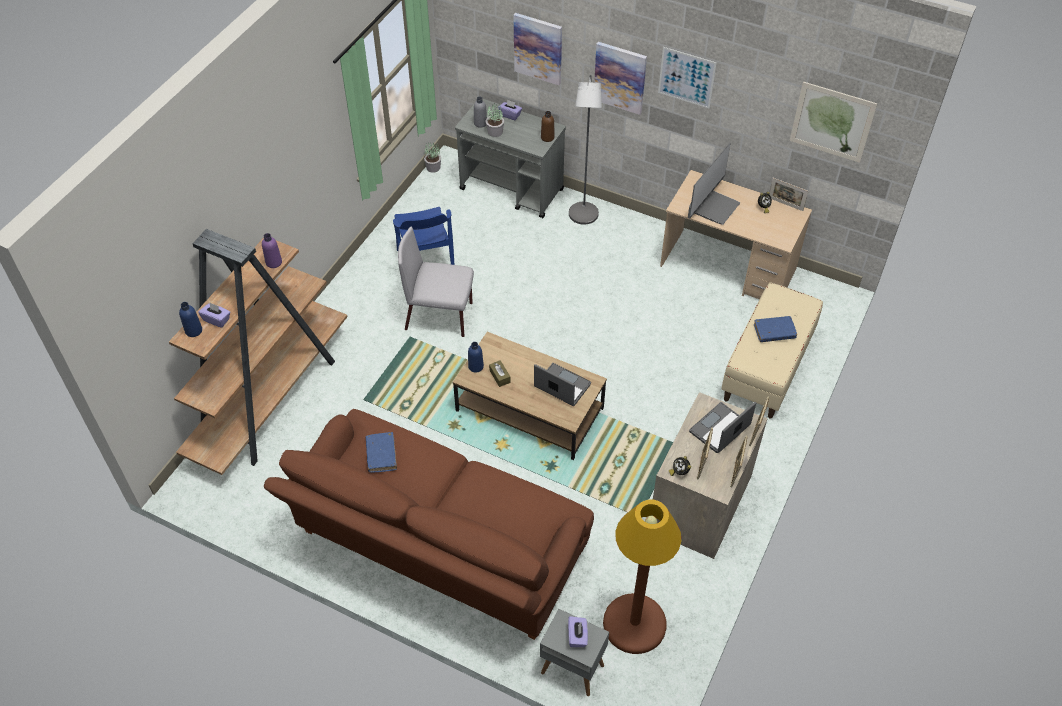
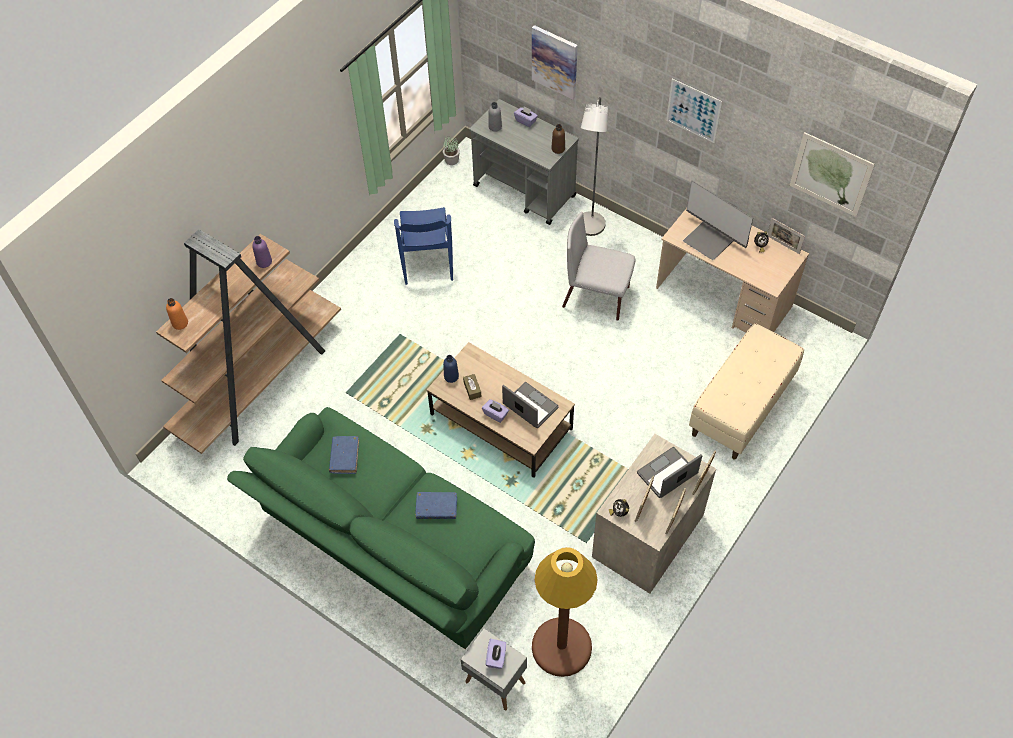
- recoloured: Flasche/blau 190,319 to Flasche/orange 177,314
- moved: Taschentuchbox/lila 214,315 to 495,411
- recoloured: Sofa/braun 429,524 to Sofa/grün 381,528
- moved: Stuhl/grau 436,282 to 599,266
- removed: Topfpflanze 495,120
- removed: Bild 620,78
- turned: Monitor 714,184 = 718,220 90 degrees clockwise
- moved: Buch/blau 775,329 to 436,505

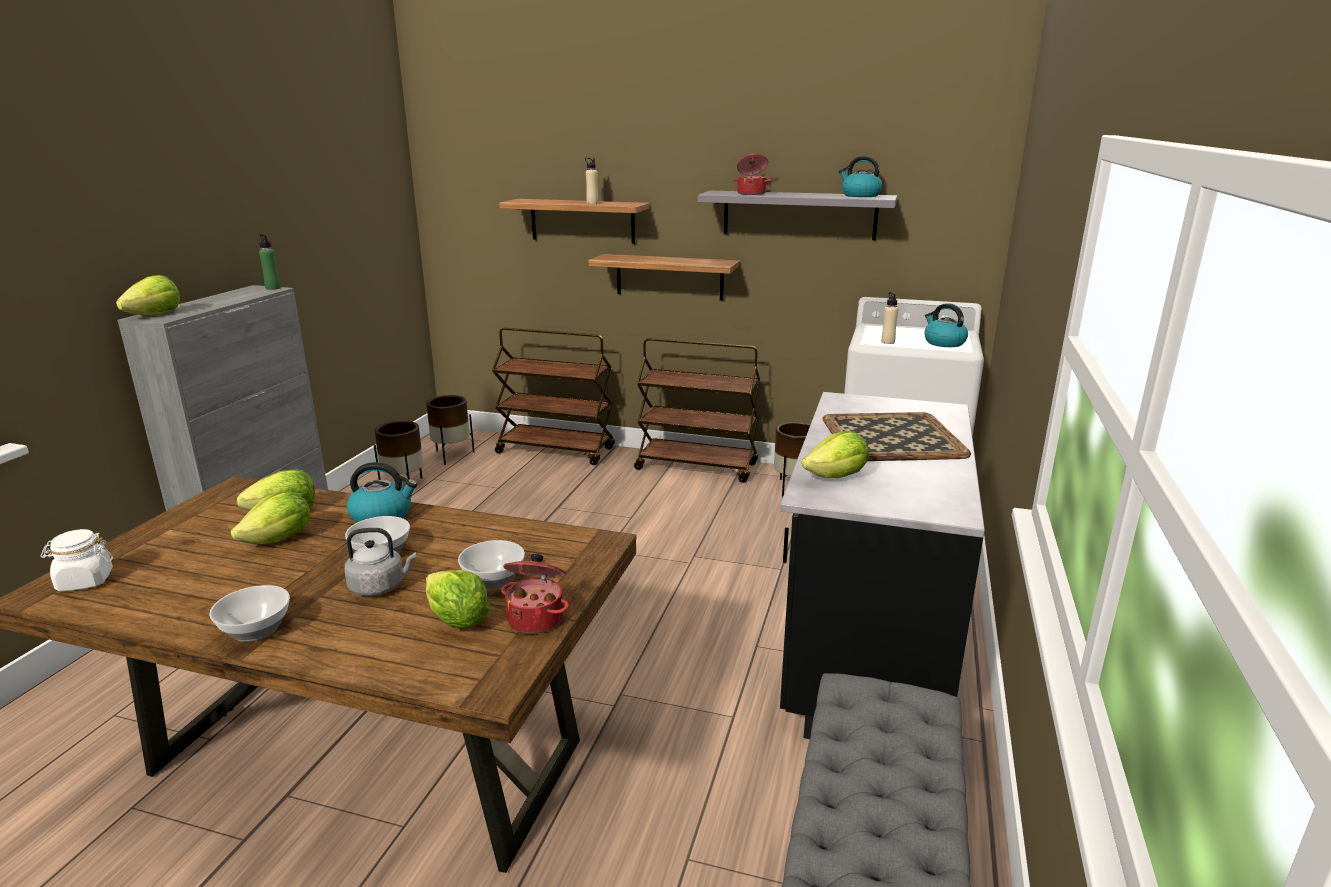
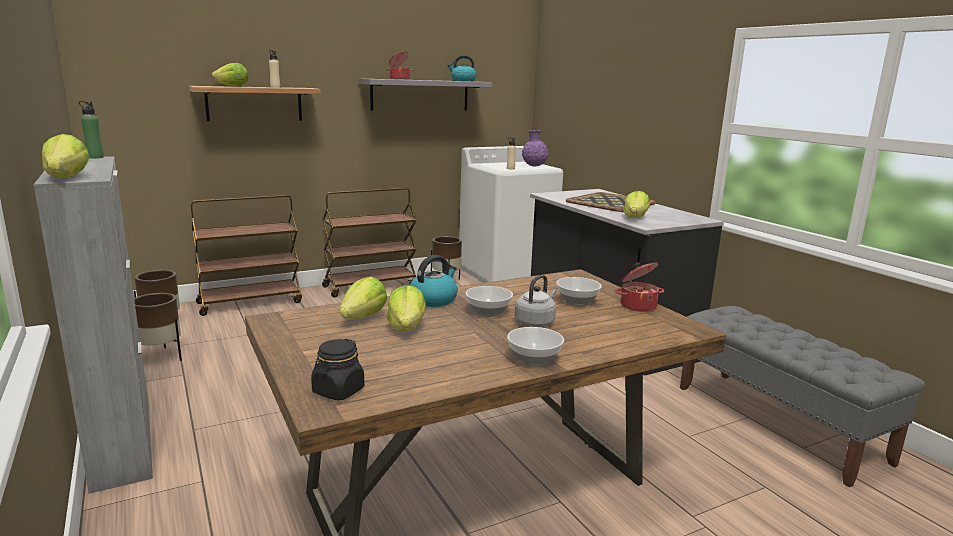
- recoloured: Vorratsglas/weiß 77,560 to Vorratsglas/schwarz 337,369
- moved: Salatkopf 458,599 to 230,74
- removed: Wandregal 663,277
- replaced: Wasserkessel 946,325 to Vase/lila 535,148

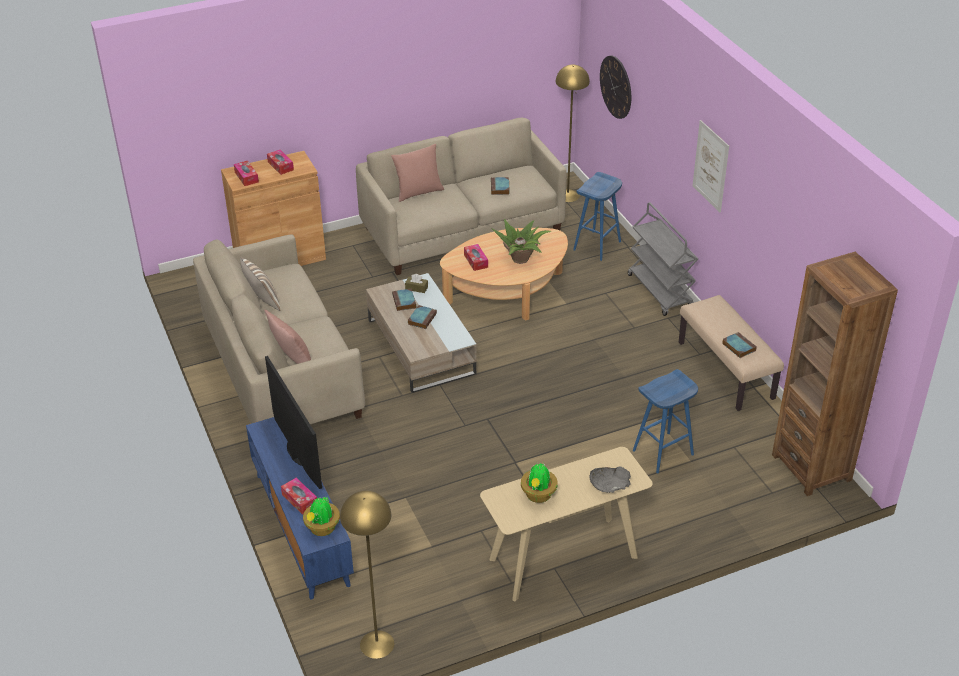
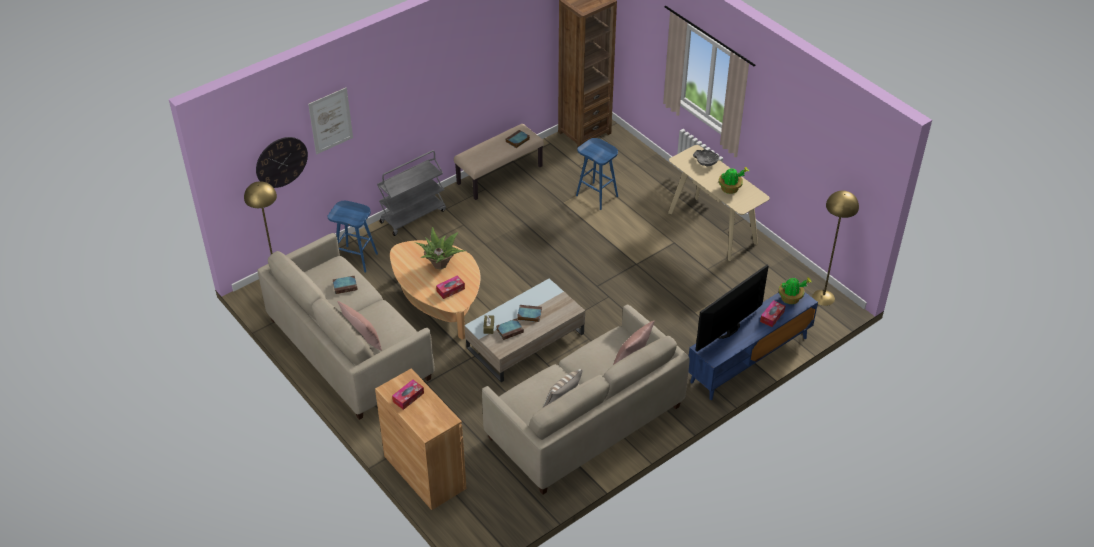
- removed: Taschentuchbox 246,173
- moved: Bild 711,166 to 330,121

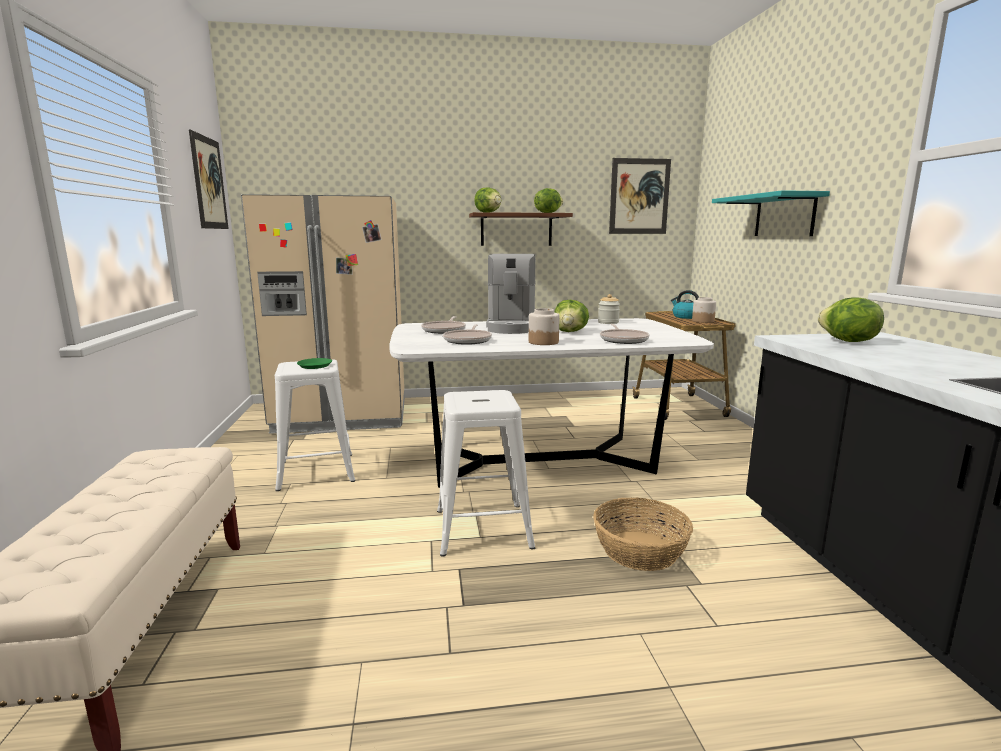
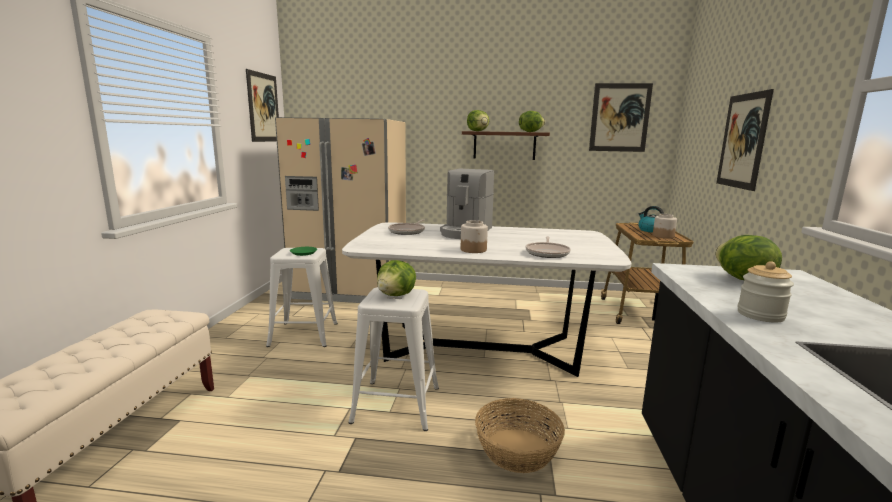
- removed: Pfanne 467,334
- moved: Salatkopf 572,316 to 396,278
- moved: Vorratsglas 609,309 to 765,292
- replaced: Wandregal/türkis 771,213 to Bild 745,140

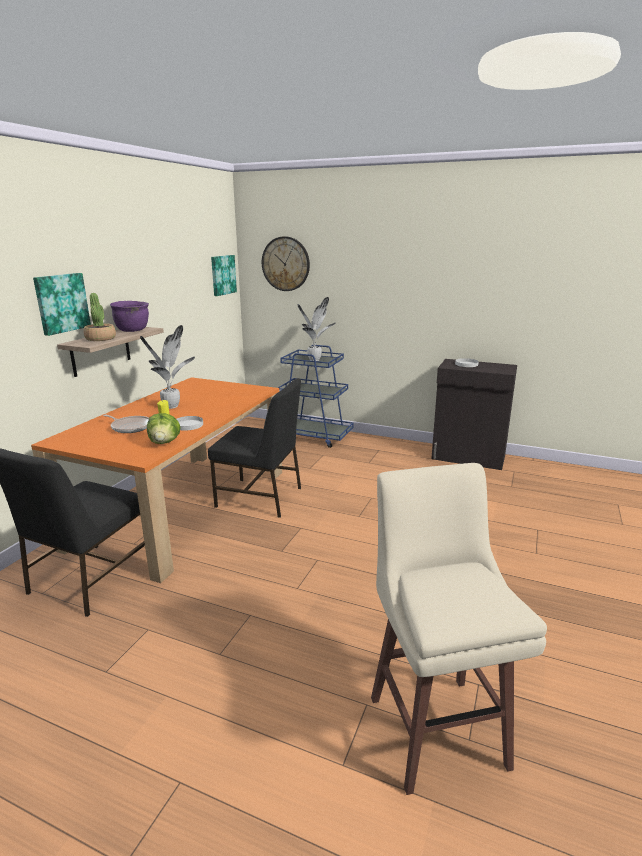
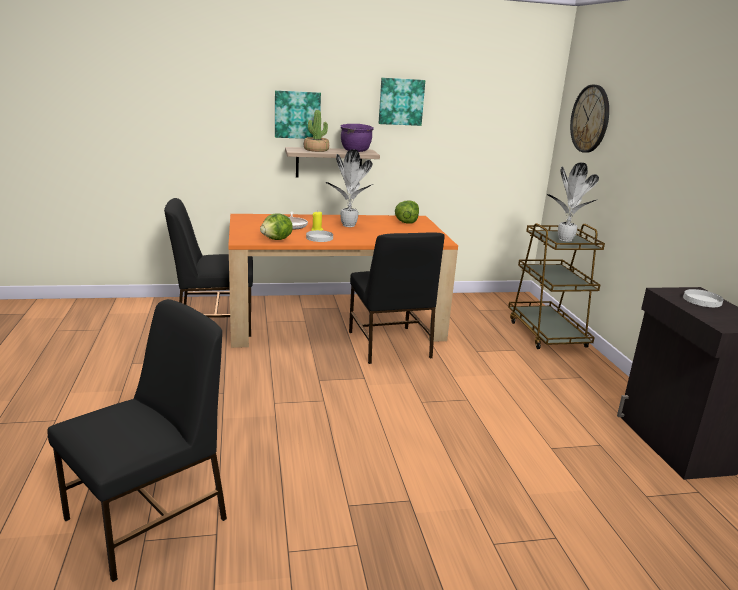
- moved: Bild 224,275 to 402,102
- recoloured: Rollwagen/blau 316,396 to Rollwagen/braun 556,286
- replaced: Hocker/beige 459,629 to Stuhl/schwarz 137,440
- added: Salatkopf 407,212

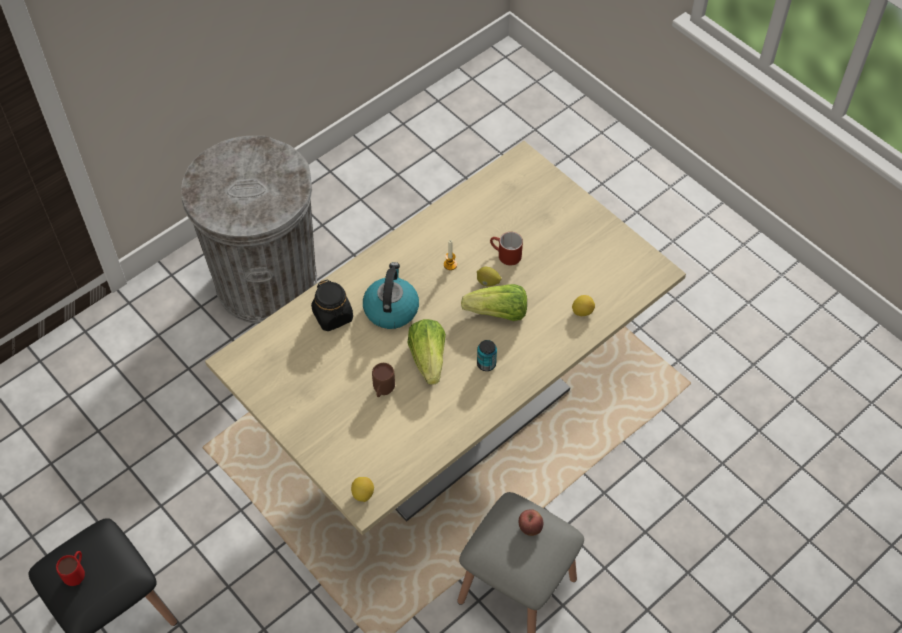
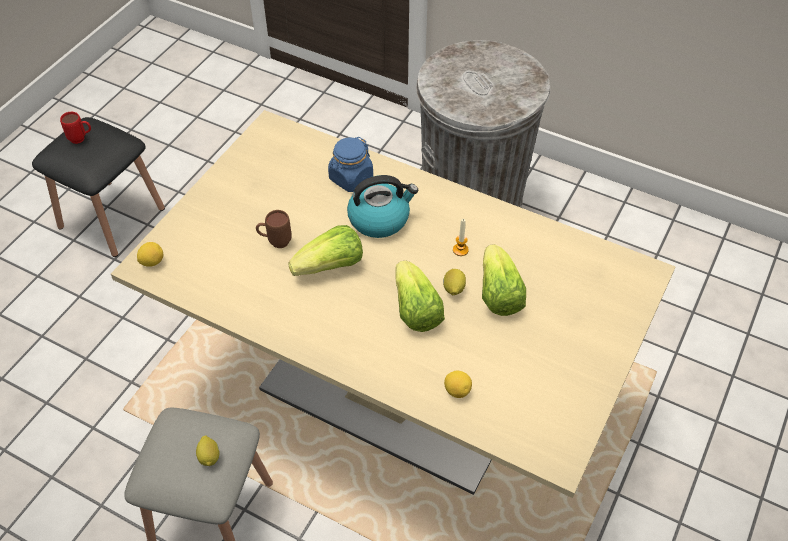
- recoloured: Vorratsglas/schwarz 332,305 to Vorratsglas/blau 350,164
- removed: Dose 487,355
- replaced: Henkelbecher/rot 506,249 to Salatkopf 504,280
- replaced: Apfel 531,522 to Zitrone 208,451

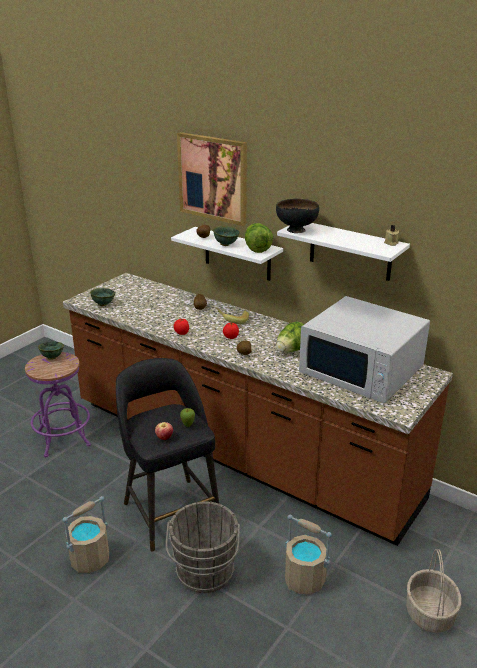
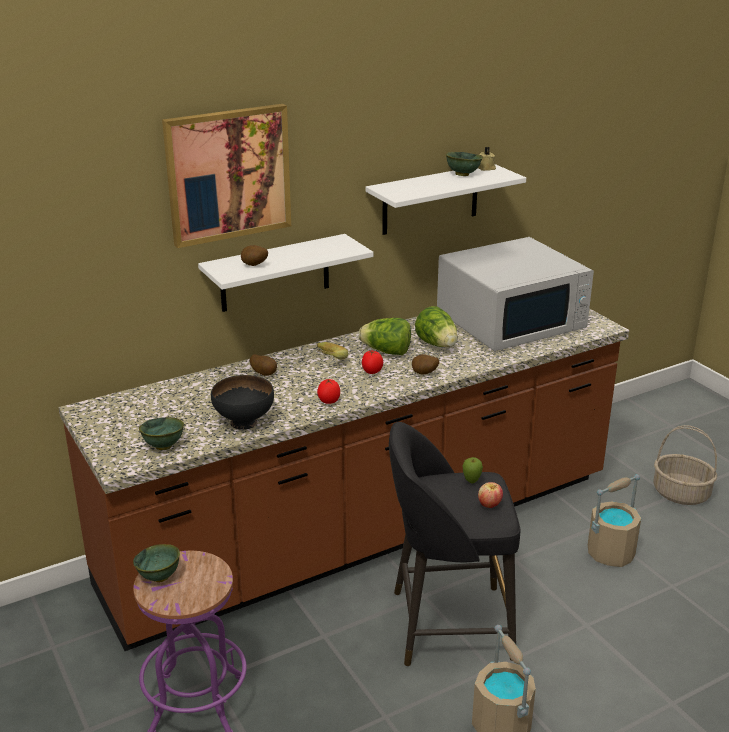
- removed: Eimer/grau 203,547
- moved: Schüssel/grün 226,236 to 464,164
- moved: Salatkopf 259,238 to 385,336
- moved: Schüssel/schwarz 297,216 to 242,402

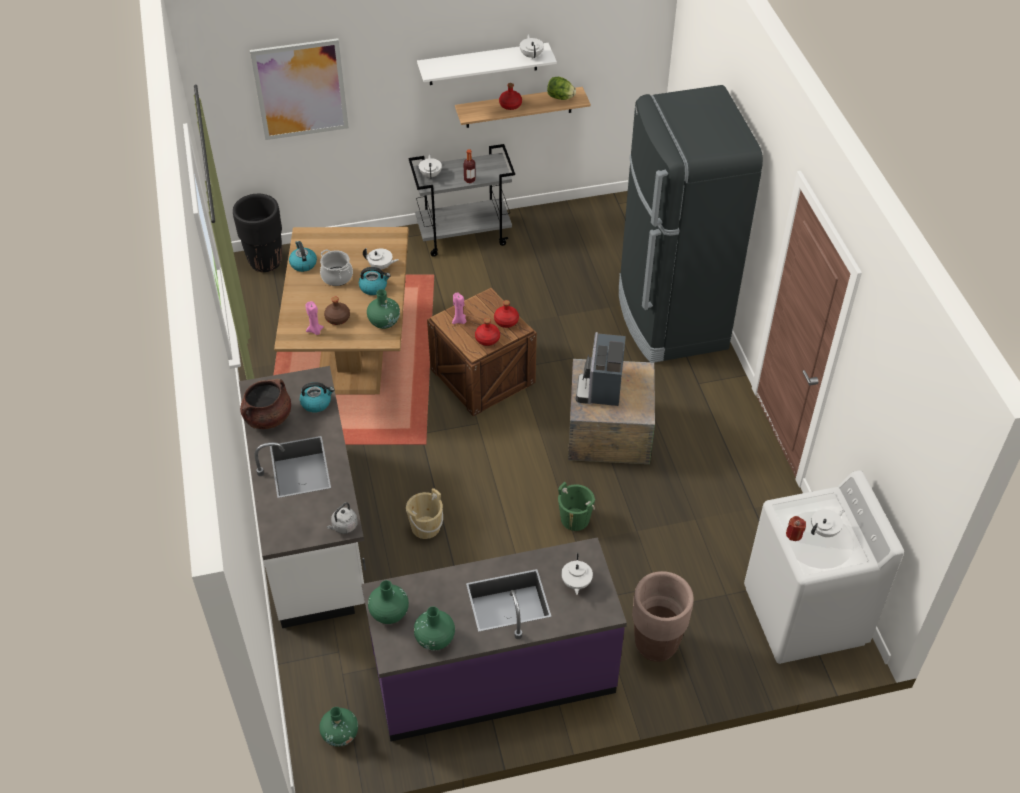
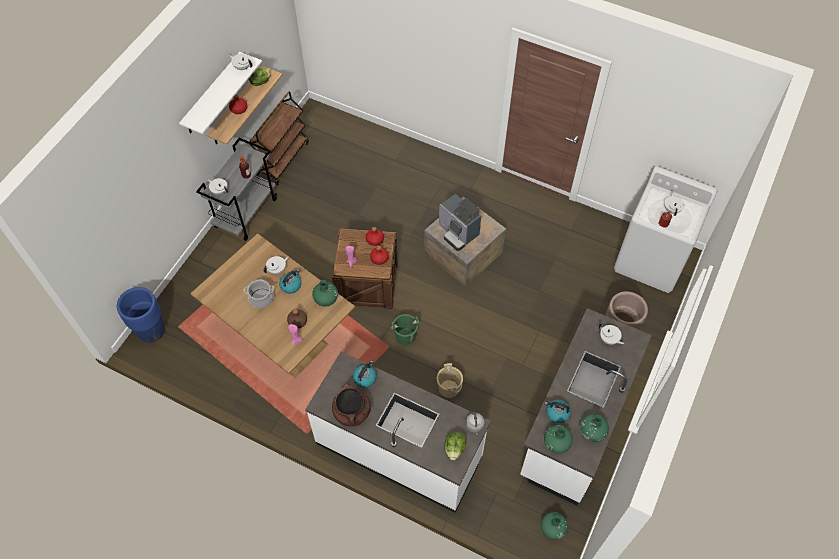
- recoloured: Pflanzkübel/schwarz 257,233 to Pflanzkübel/blau 141,315
- removed: Bild 299,89
- moved: Wasserkessel 303,256 to 557,411
- recoloured: Küchenzeile/lila 494,639 to Küchenzeile/weiß 586,406
- moved: Eimer/grün 576,506 to 405,329
- removed: Kühlschrank/schwarz 691,224
- added: Rollwagen/braun 279,138
- added: Salatkopf 455,446

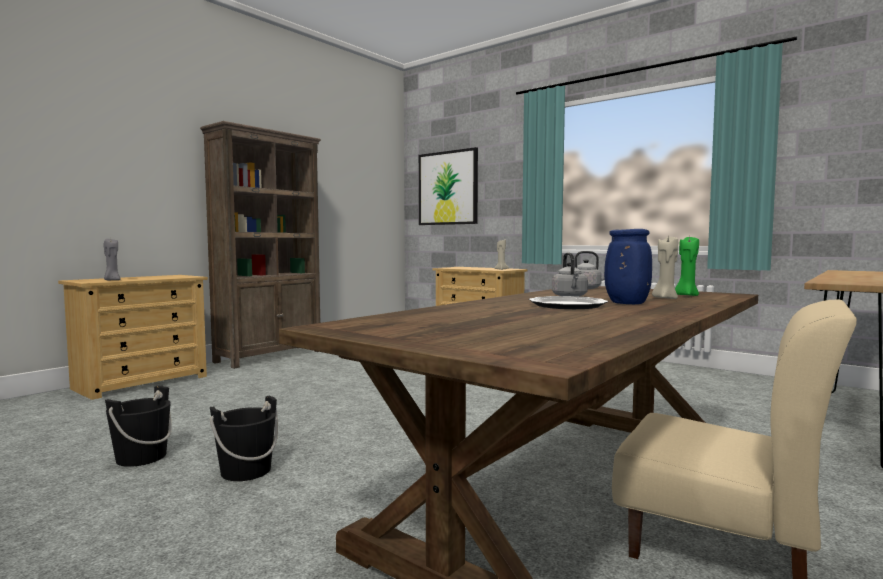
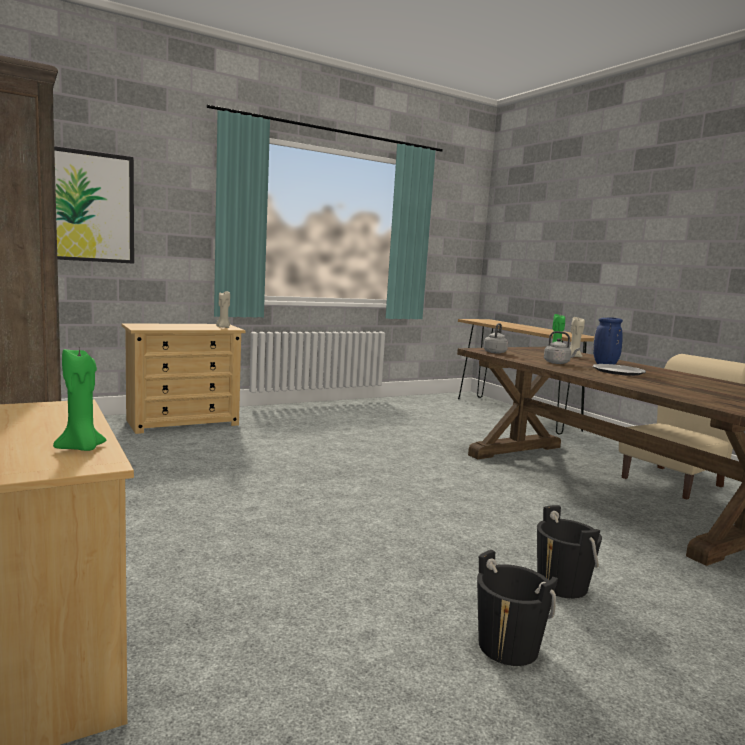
- recoloured: Kerze/grau 112,259 to Kerze/grün 79,398

